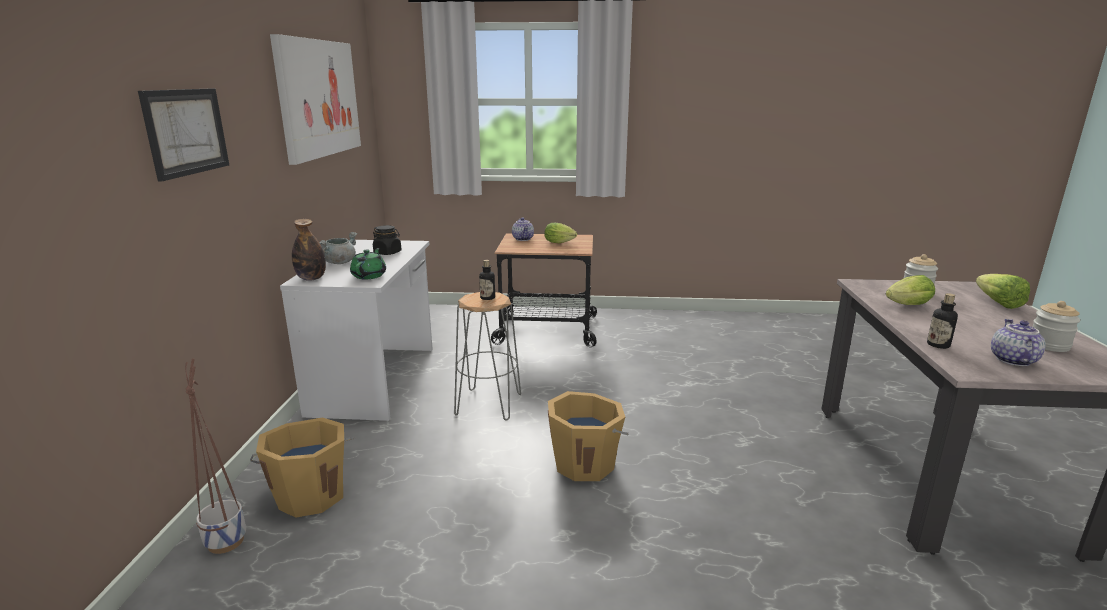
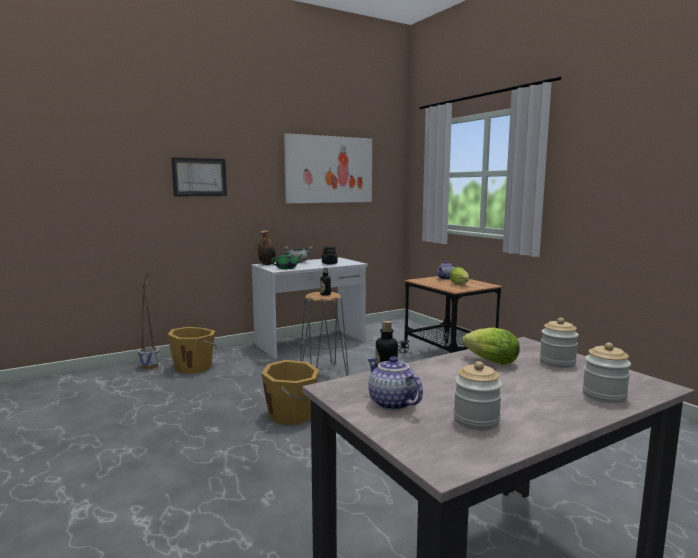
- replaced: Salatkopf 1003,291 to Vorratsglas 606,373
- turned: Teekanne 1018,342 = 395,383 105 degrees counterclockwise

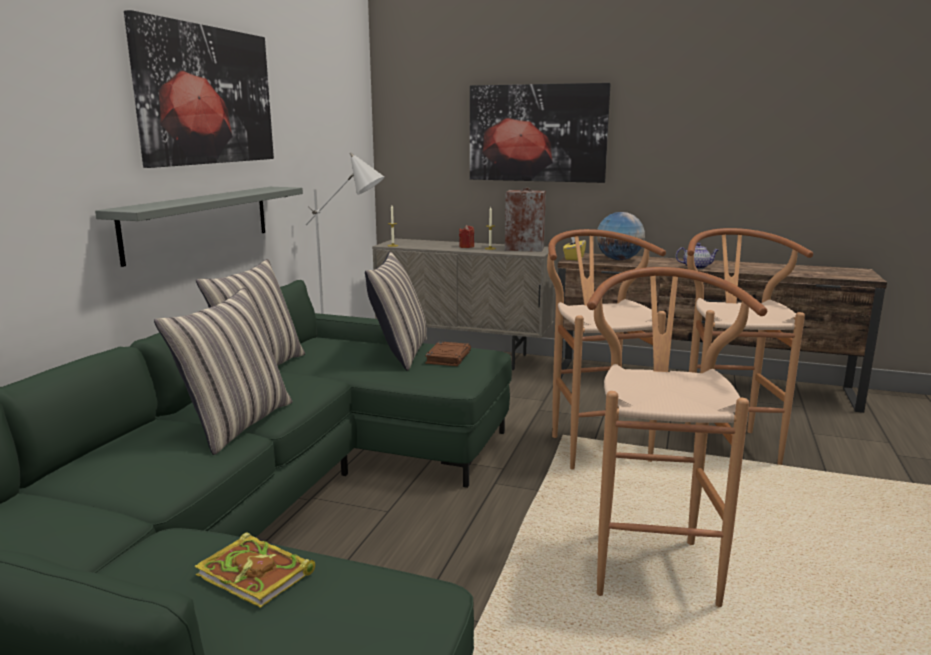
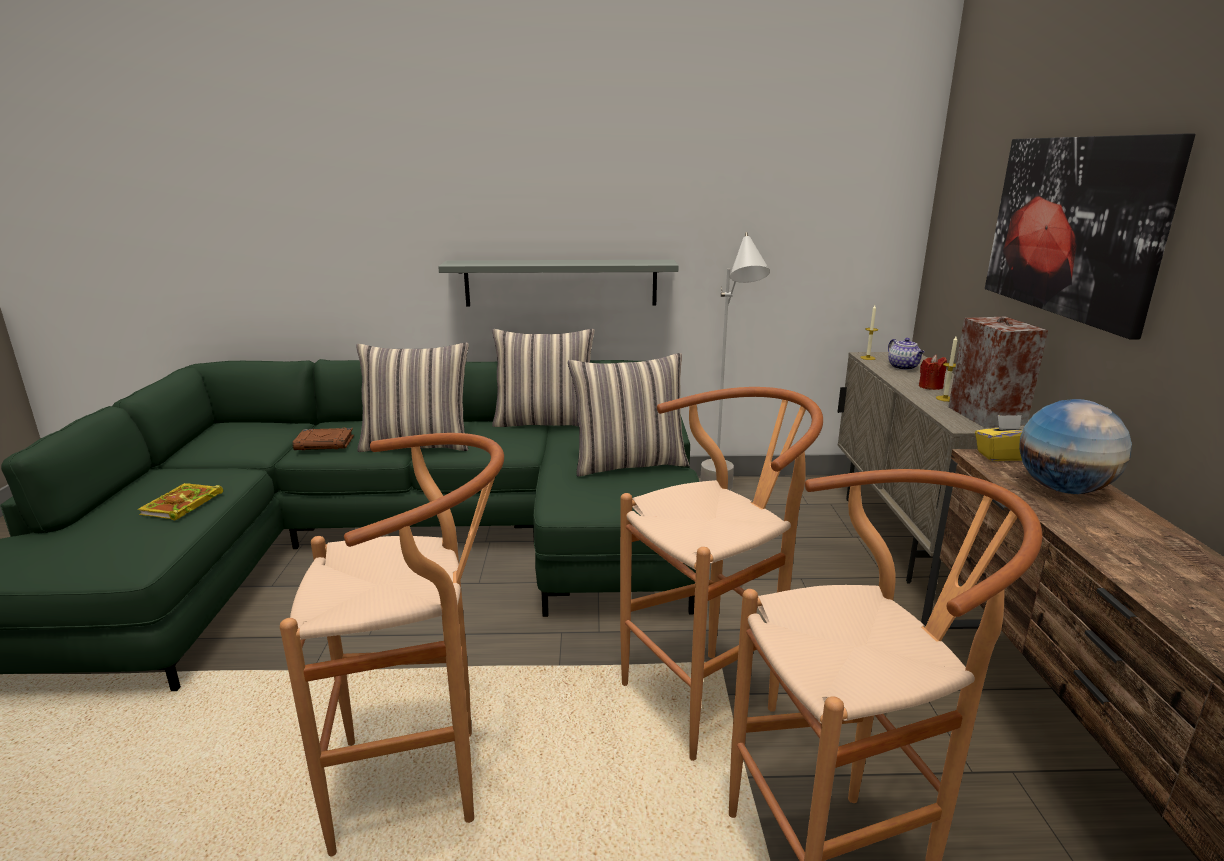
- removed: Bild 199,89
- moved: Buch/braun 448,353 to 323,439
- moved: Teekanne 697,256 to 906,354

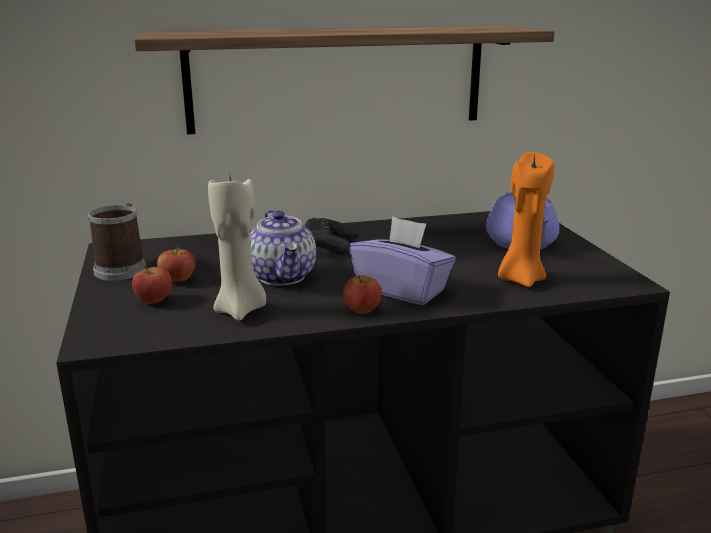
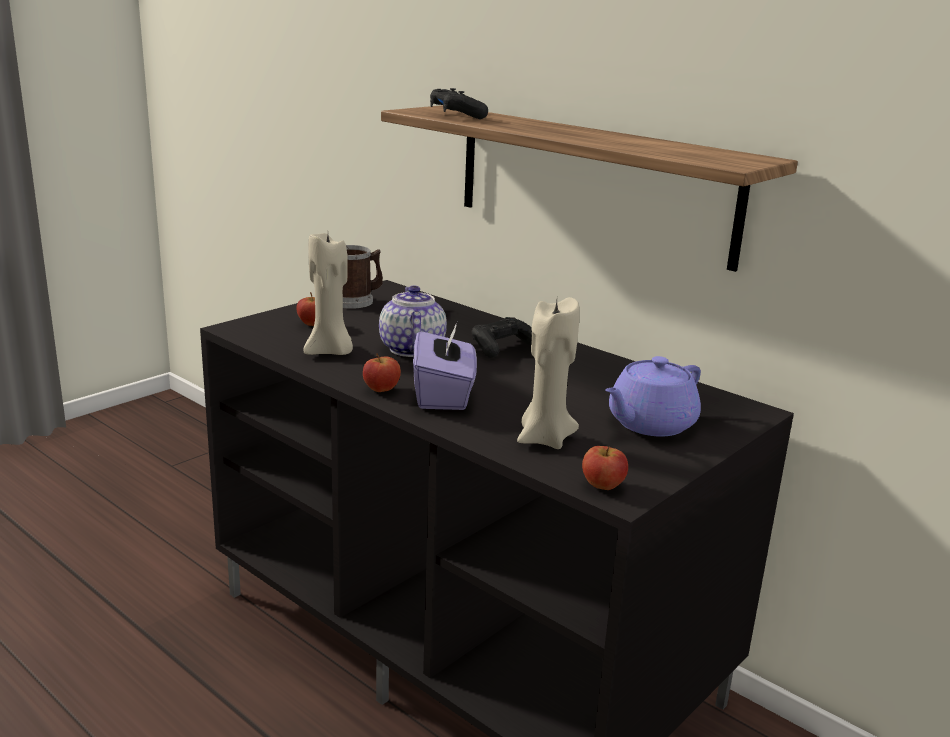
- moved: Apfel 176,264 to 605,468
- turned: Teekanne 283,248 = 413,321 135 degrees clockwise
- recoloured: Kerze/orange 526,219 to Kerze/beige 548,373
- added: Gamepad/schwarz 459,103

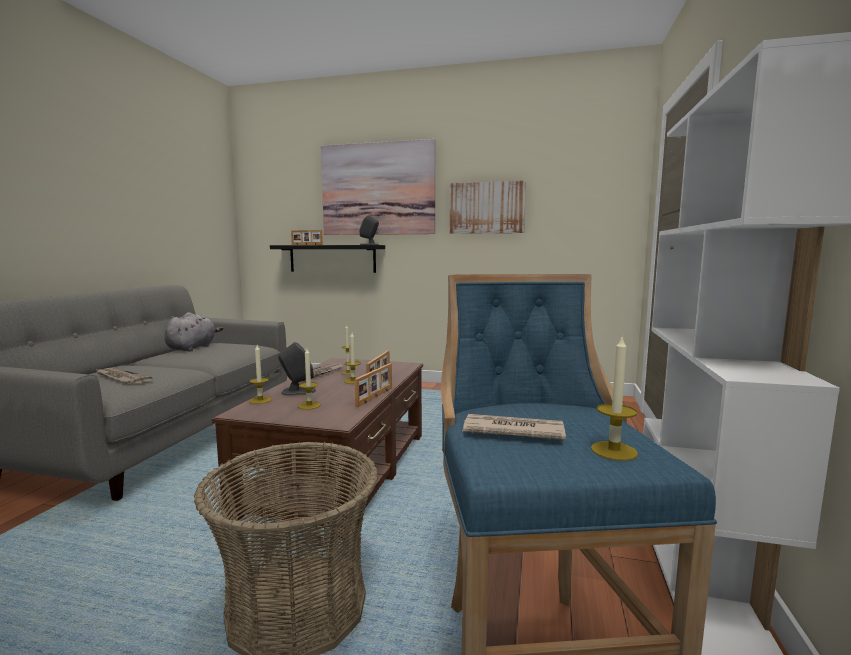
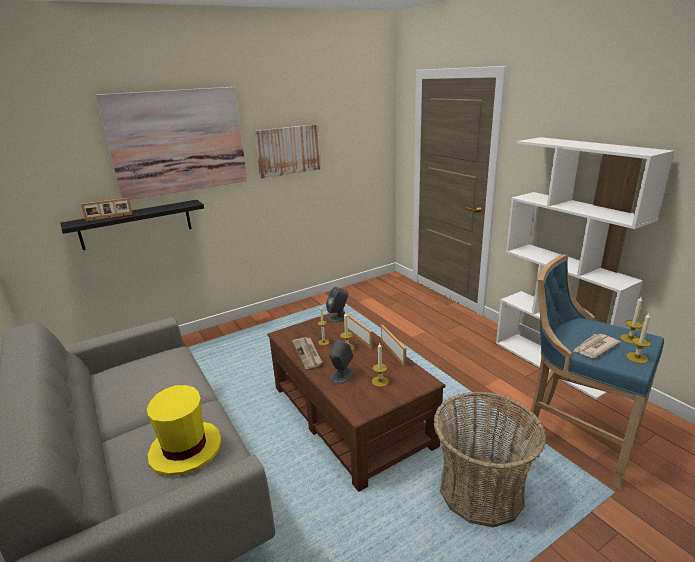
- replaced: Zeitung 123,375 to Hut/gelb 184,430
- removed: Plüschtier/grau 193,332
- moved: Kerze 260,374 to 638,338
- moved: Lautsprecher/grau 369,230 to 337,304

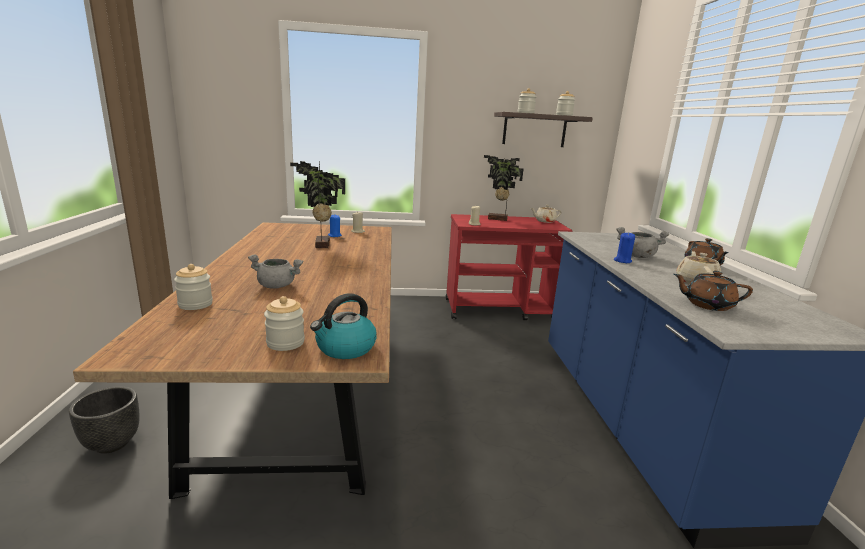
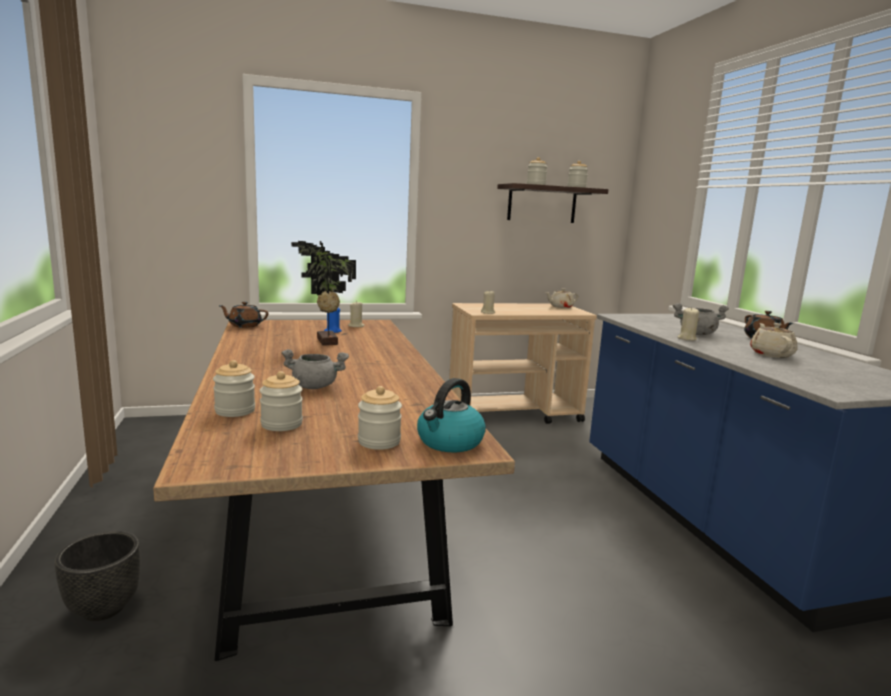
- recoloured: Rollwagen/rot 509,267 to Rollwagen/beige 523,363
- removed: Topfpflanze 503,188
- recoloured: Kerze/blau 624,247 to Kerze/beige 688,324
- moved: Teekanne/braun 713,291 to 243,315
- added: Vorratsglas 281,401

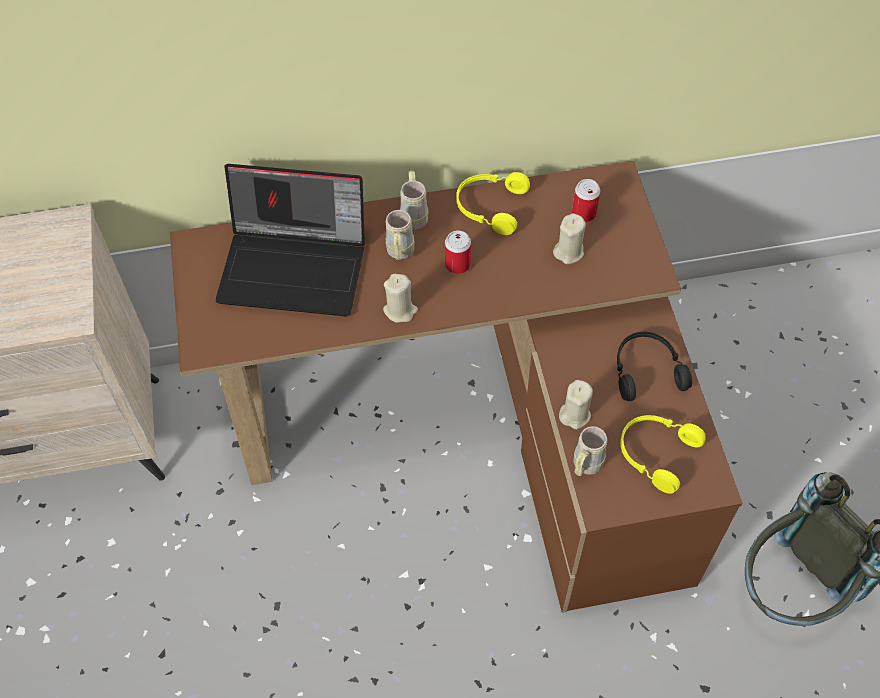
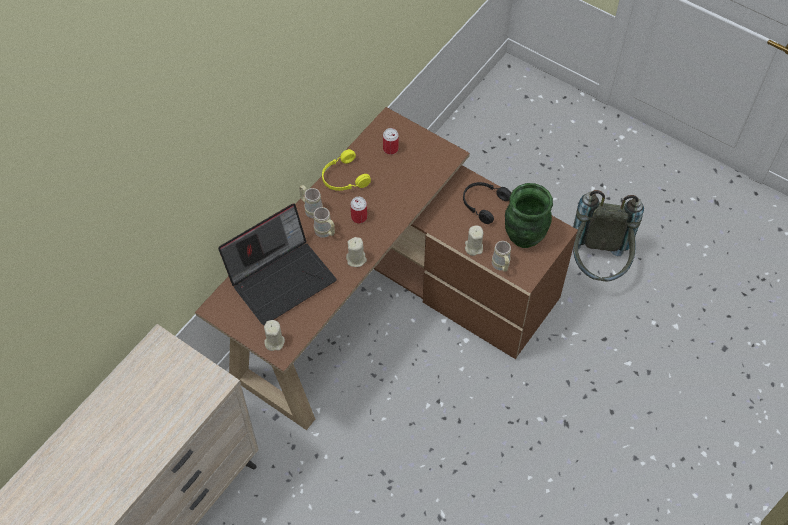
- moved: Kerze/beige 569,238 to 274,335
- replaced: Kopfhörer/gelb 663,454 to Vase/grün 529,215

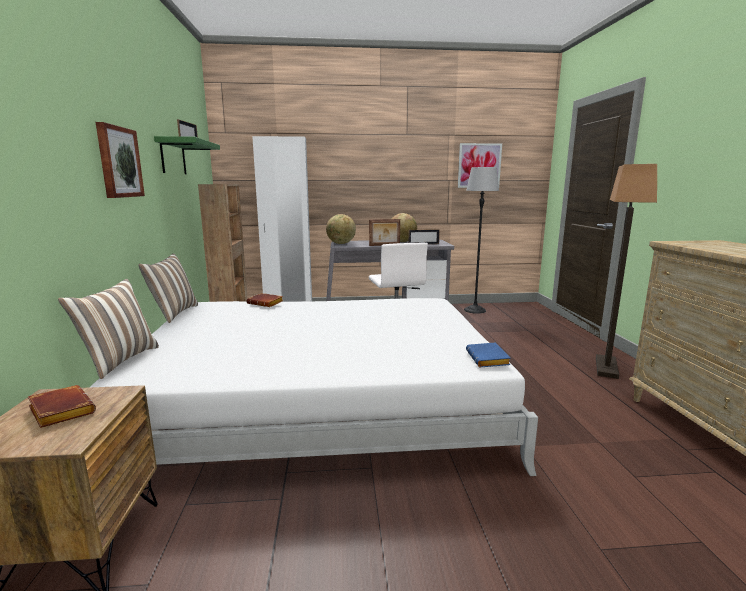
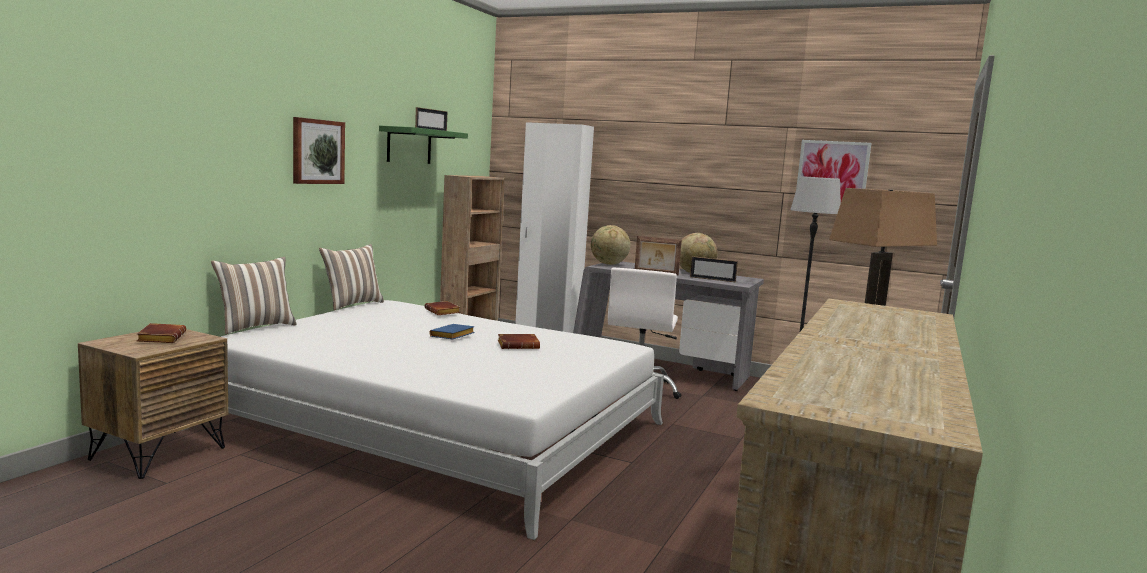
- moved: Buch/blau 488,354 to 452,331
- added: Buch/braun 519,341

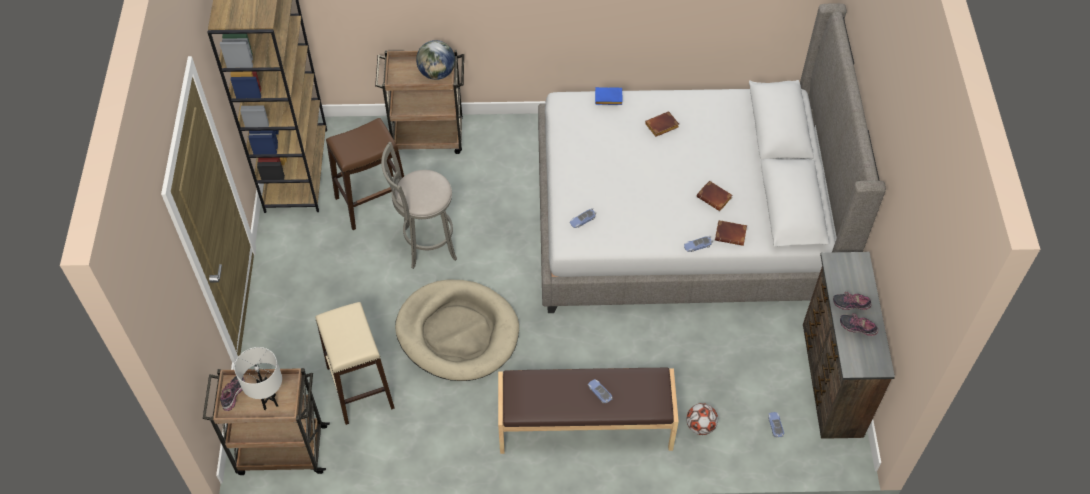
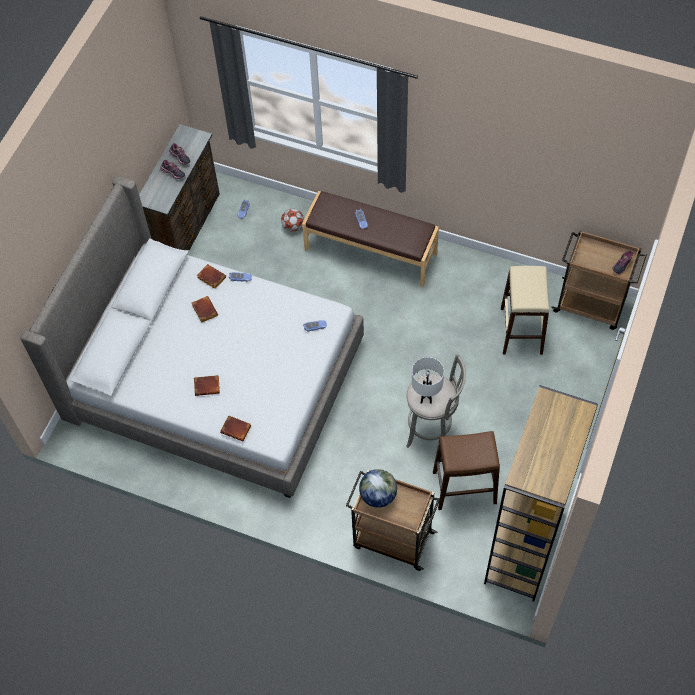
- moved: Tischlampe/weiß 258,378 to 428,380
- removed: Hundebett/beige 457,330
- recoloured: Buch/blau 609,96 to Buch/braun 235,428

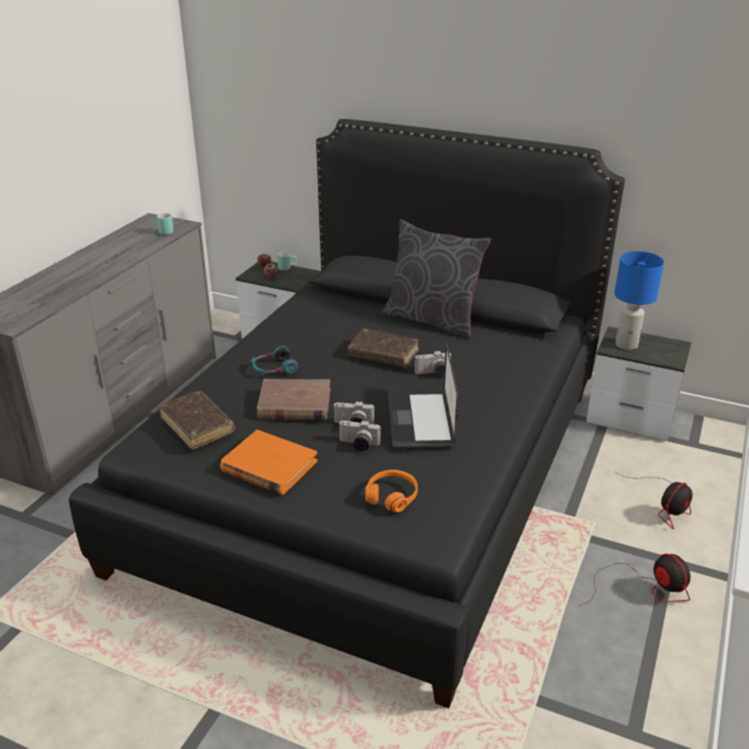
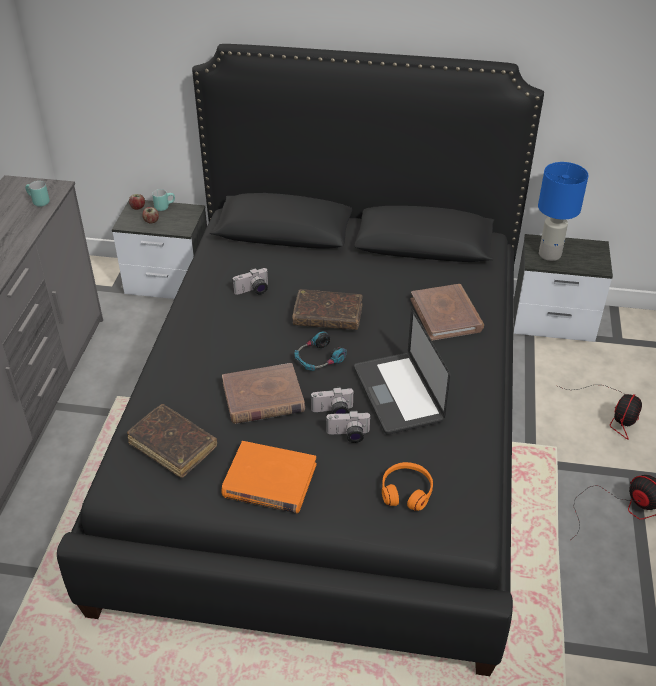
- moved: Kopfhörer 274,360 to 321,351
- removed: Kissen/grau 436,279
- moved: Kamera 433,363 to 250,281
- added: Buch/braun 447,312

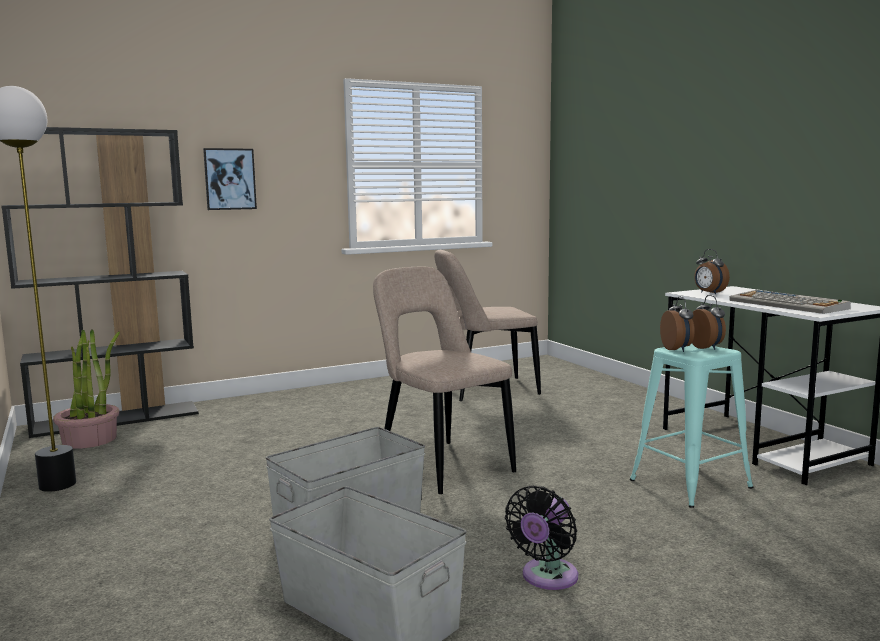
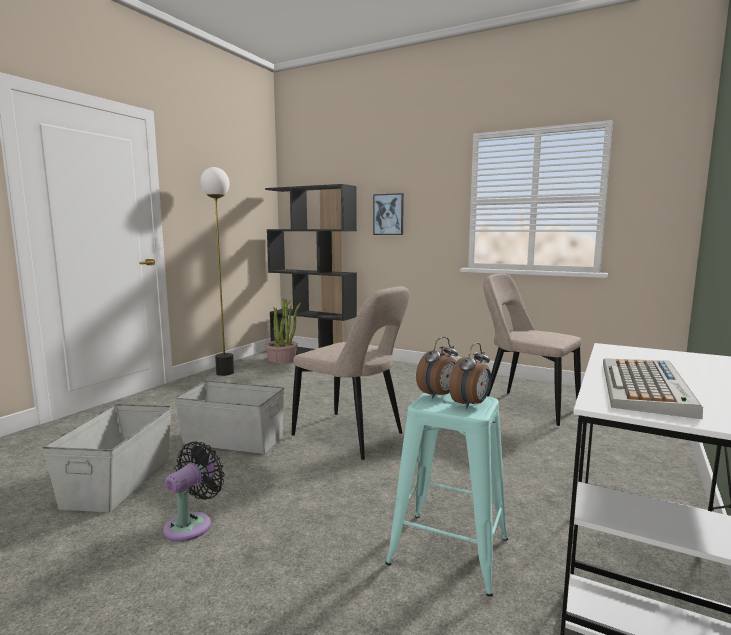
- turned: Stuhl/beige 444,380 = 351,373 105 degrees clockwise
- turned: Ventilator/schwarz 541,538 = 193,491 120 degrees clockwise
- removed: Wecker 712,271

